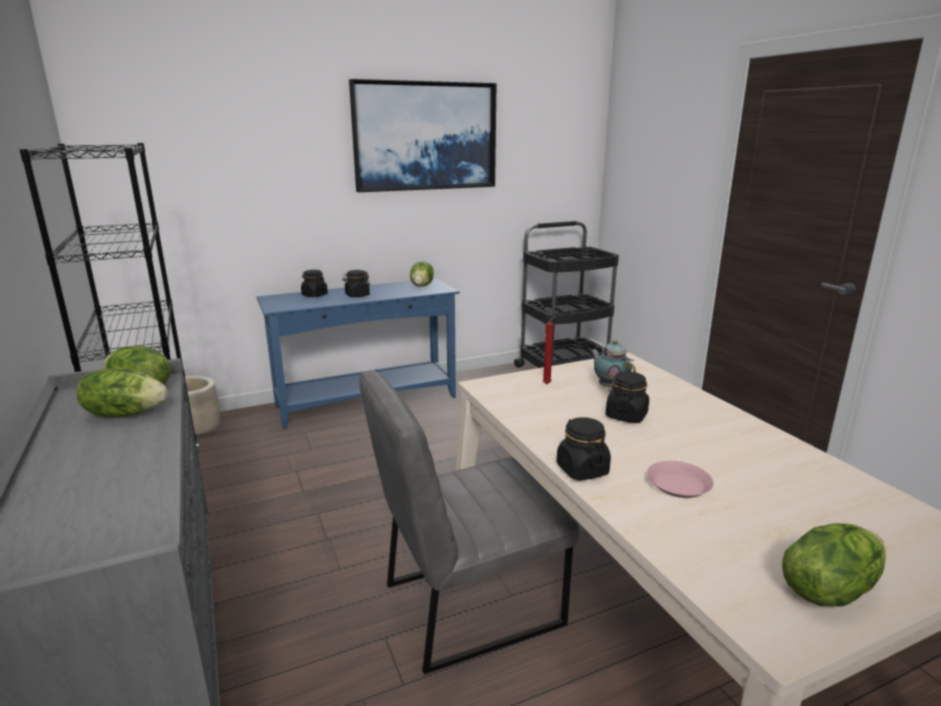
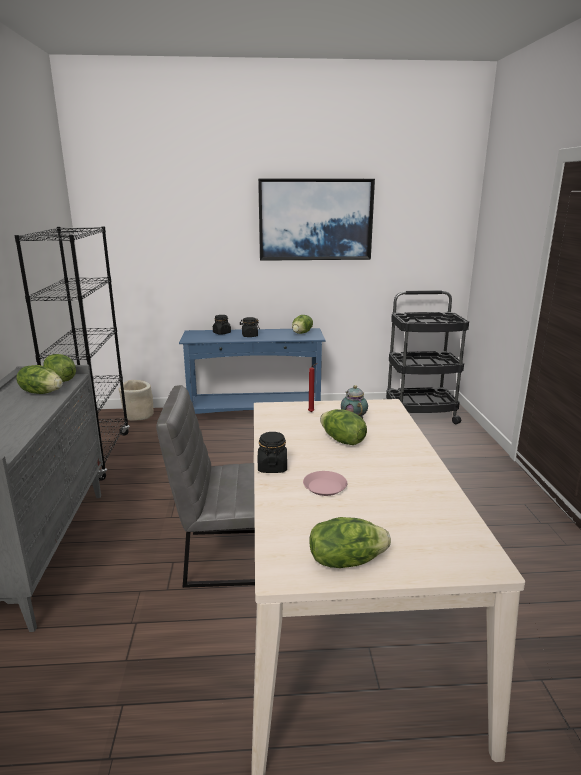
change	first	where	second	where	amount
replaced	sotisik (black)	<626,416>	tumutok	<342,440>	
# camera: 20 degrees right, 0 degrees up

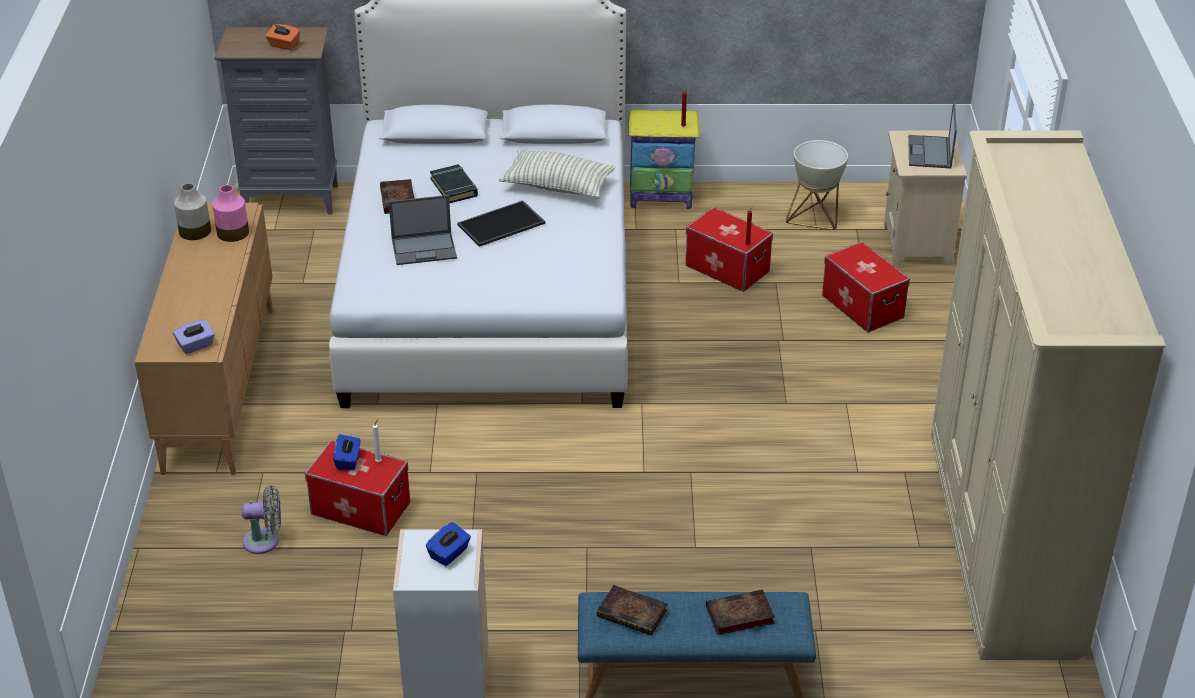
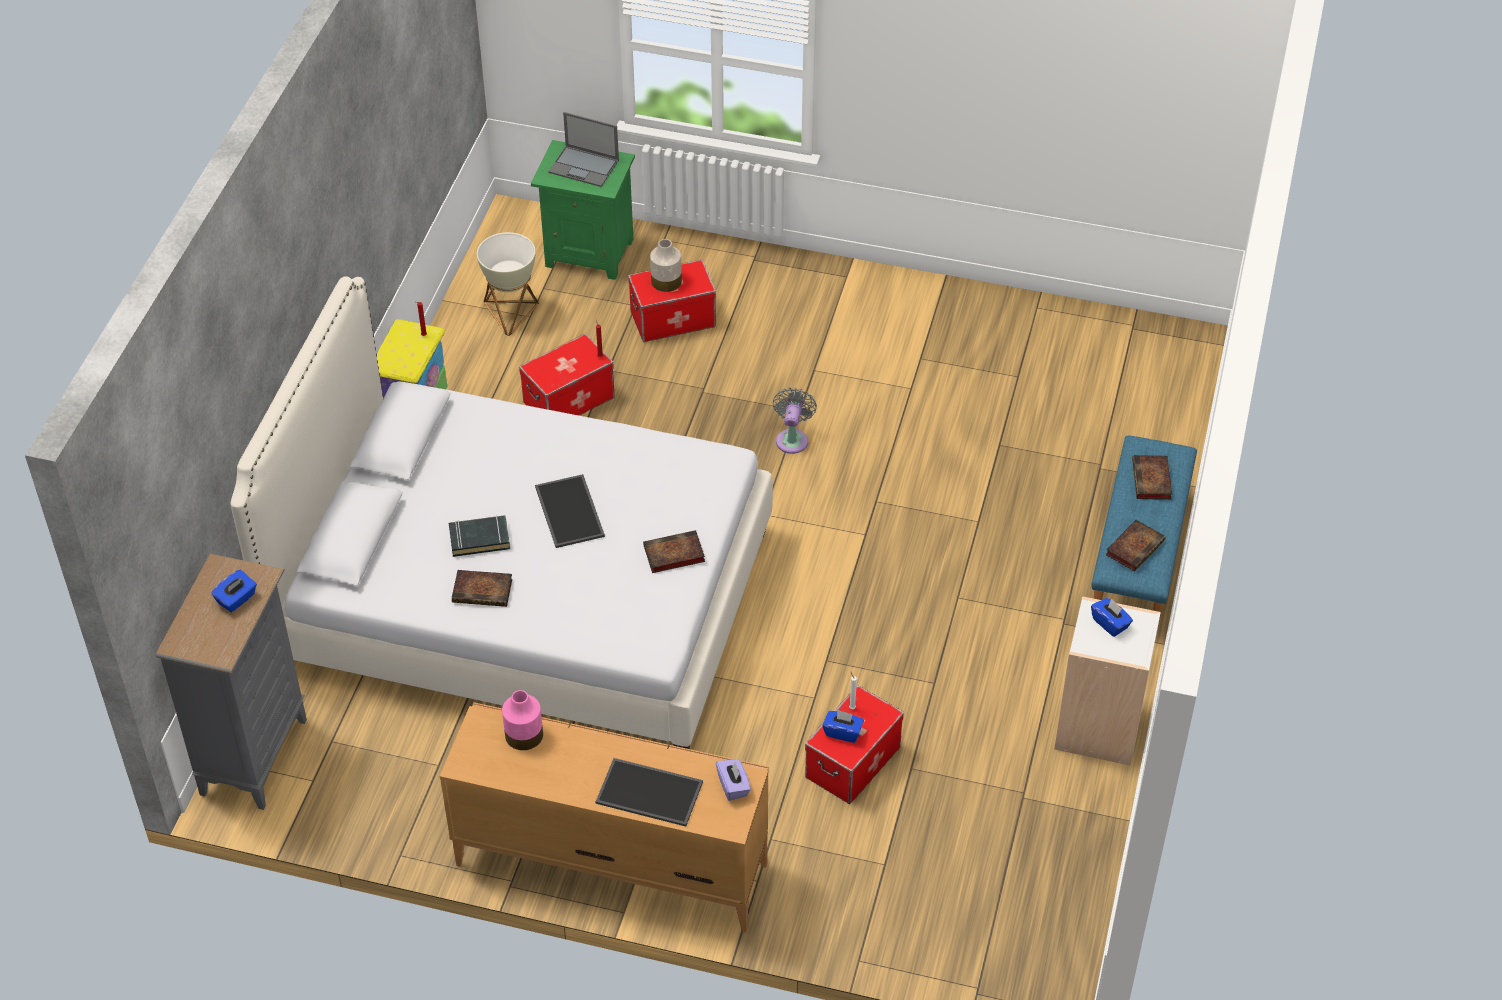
change	first	where	second	where	amount
recoloured	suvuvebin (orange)	<284,45>	suvuvebin (blue)	<237,599>	
recoloured	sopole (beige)	<915,245>	sopole (green)	<590,254>	
added			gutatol	<651,791>	
added			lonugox	<672,555>	
moved	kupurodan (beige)	<195,230>		<666,281>	
moved	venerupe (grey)	<265,541>		<792,438>	
removed	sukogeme	<425,248>			
removed	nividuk	<558,186>			
removed	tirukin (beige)	<1002,541>			
# camera: 75 degrees left, 10 degrees up

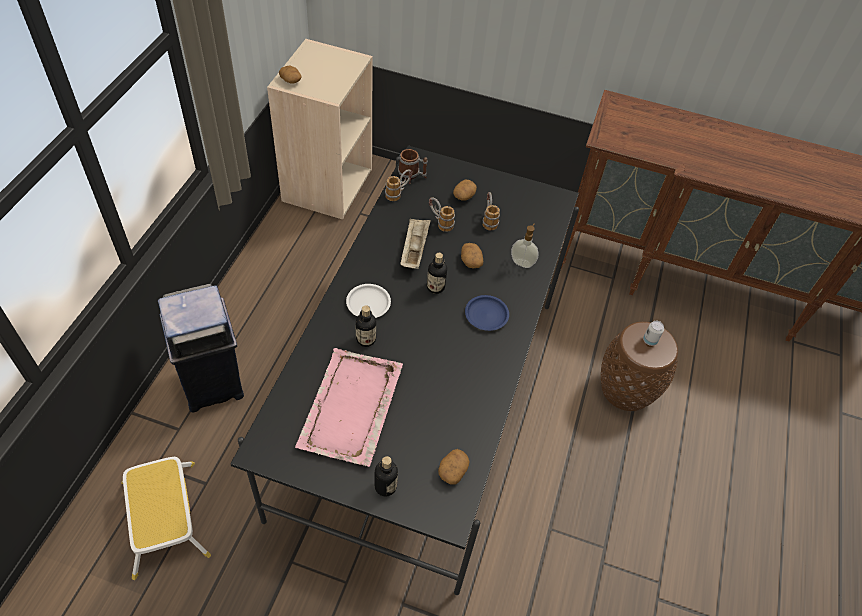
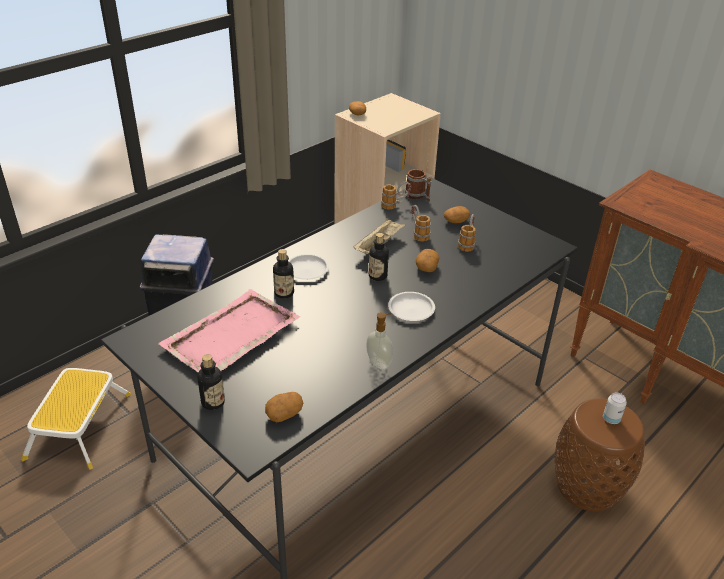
change	first	where	second	where	amount
moved	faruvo	<522,262>		<379,363>	
recoloured	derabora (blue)	<486,315>	derabora (white)	<411,309>	
# camera: 30 degrees right, 15 degrees down

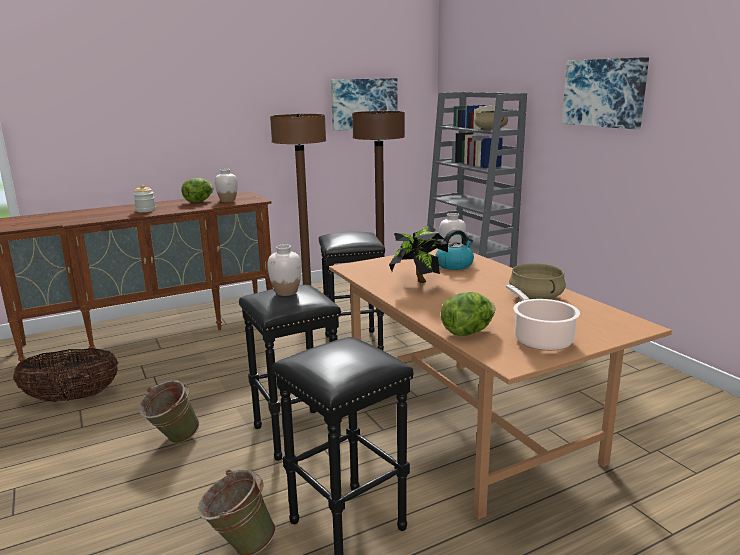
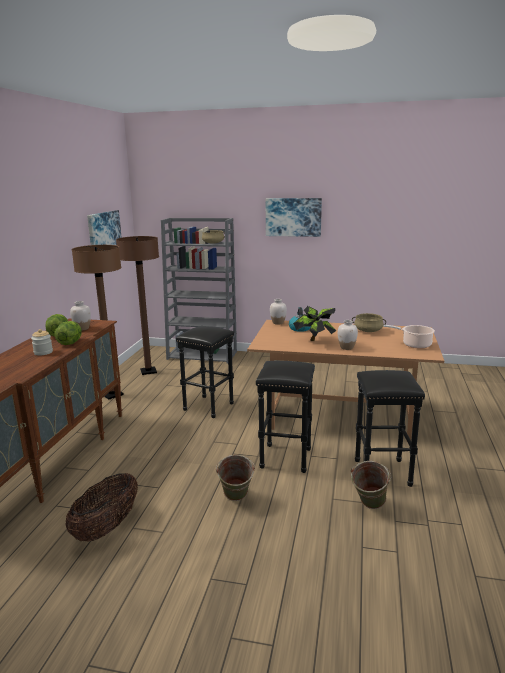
change	first	where	second	where	amount
moved	tumutok	<467,332>		<70,343>	
moved	kupurodan (white)	<286,292>		<347,348>	
# camera: 50 degrees left, 0 degrees up

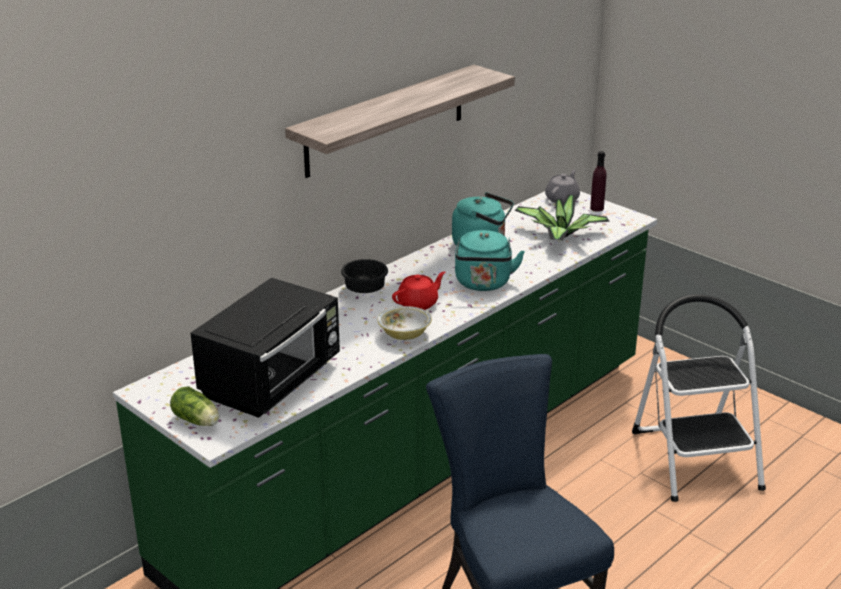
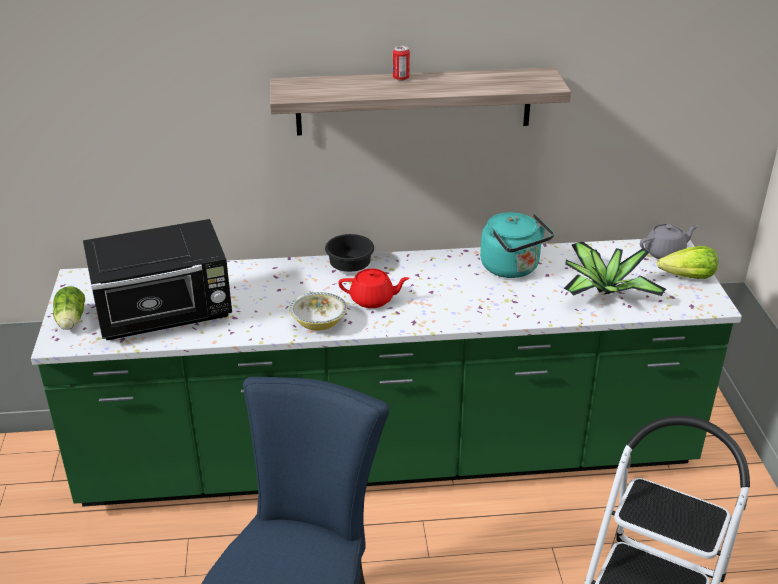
change	first	where	second	where	amount
added			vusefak	<401,78>	
replaced	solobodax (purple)	<597,208>	tumutok	<688,277>	
removed	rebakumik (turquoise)	<483,284>			
# camera: 40 degrees right, 5 degrees up

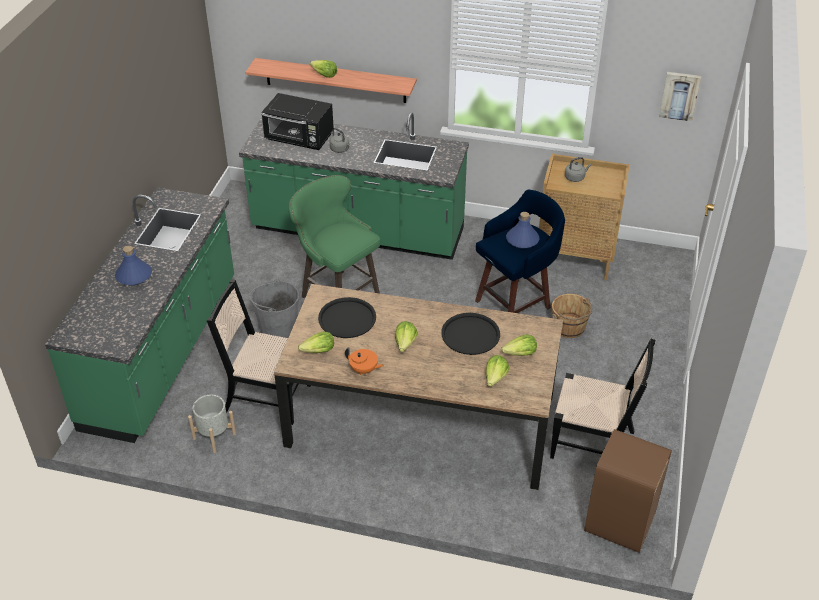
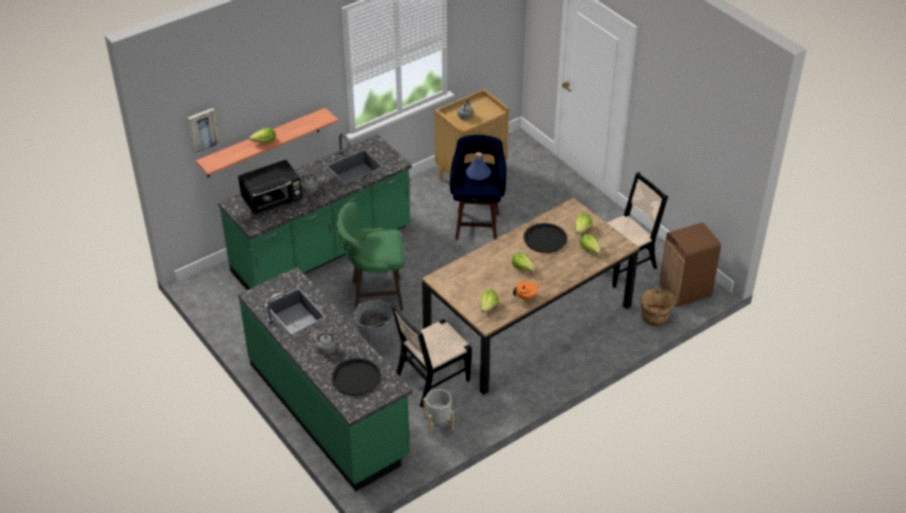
change	first	where	second	where	amount
moved	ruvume	<679,95>		<202,129>	
replaced	solobodax (blue)	<134,276>	rebakumik (grey)	<328,349>	
moved	gutatol (black)	<347,318>		<356,377>	
moved	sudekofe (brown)	<569,327>		<655,317>	
# camera: 50 degrees left, 0 degrees up

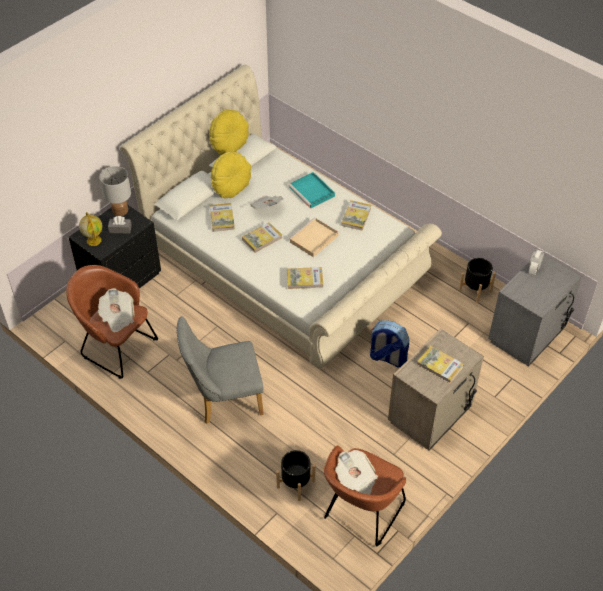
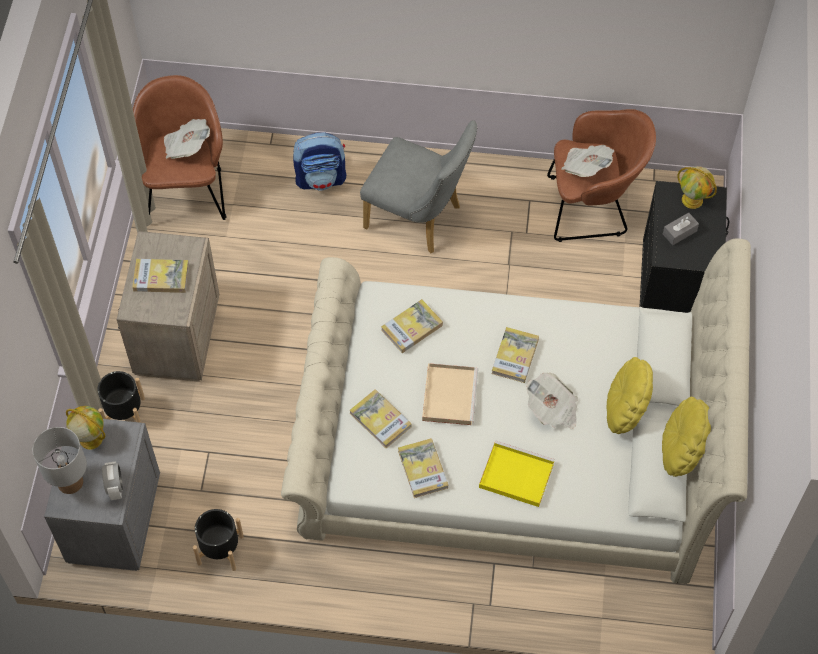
change	first	where	second	where	amount
moved	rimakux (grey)	<120,210>		<70,482>	
added			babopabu	<90,438>	
moved	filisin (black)	<296,484>		<124,413>	
moved	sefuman	<387,357>		<321,179>	
moved	lonugox	<222,218>		<380,420>	
turned	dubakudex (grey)	<224,399>		<419,219>	75 degrees clockwise
recoloured	gutatol (turquoise)	<312,192>	gutatol (yellow)	<514,475>	
# camera: 145 degrees right, 10 degrees up

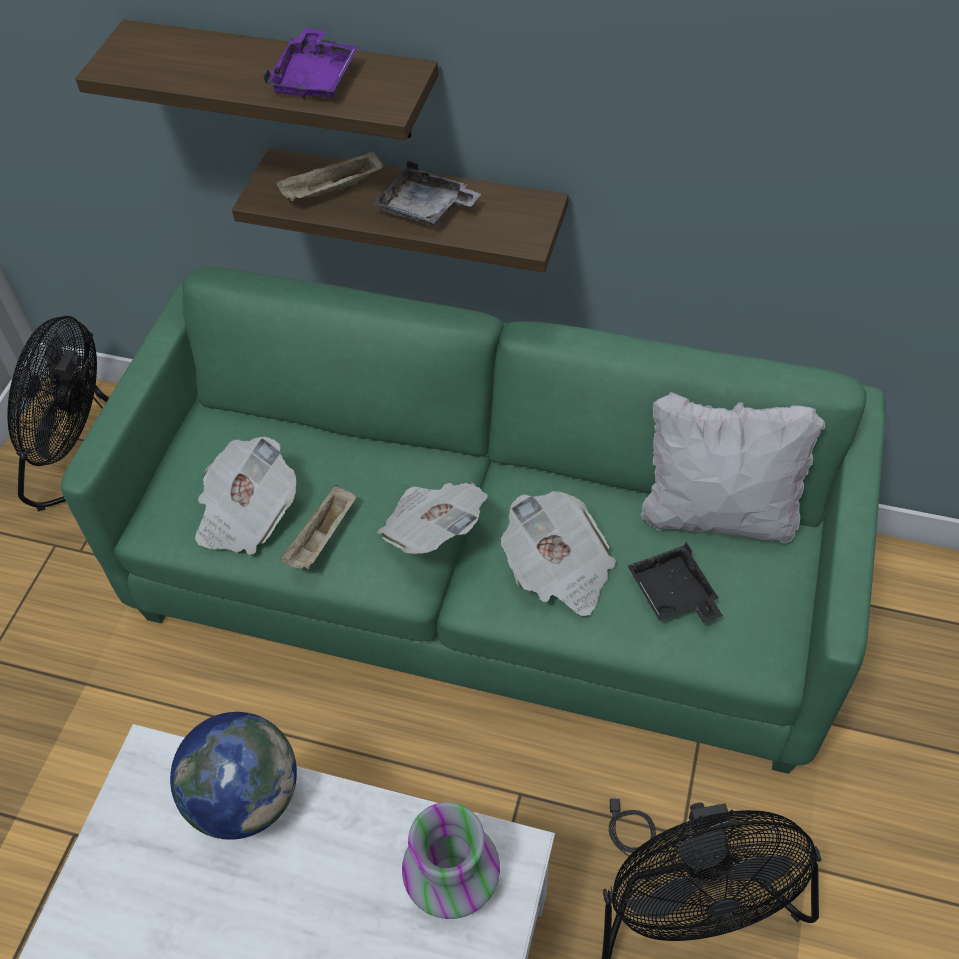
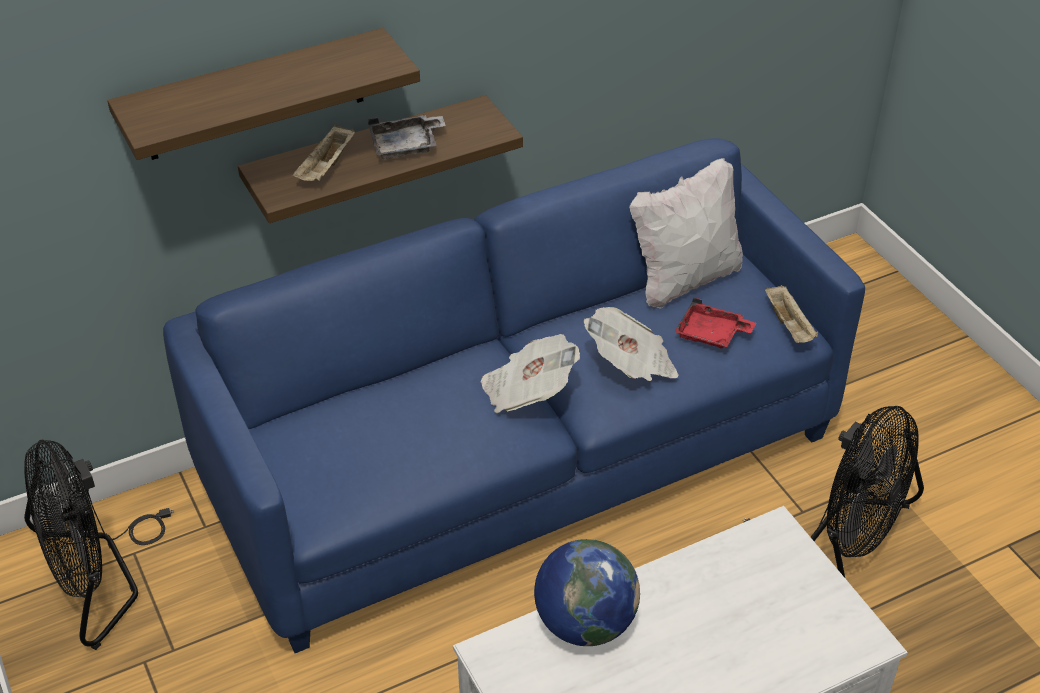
change	first	where	second	where	amount
recoloured	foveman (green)	<487,580>	foveman (blue)	<521,457>	
recoloured	gutatol (black)	<673,594>	gutatol (red)	<711,334>	
moved	gutatol (beige)	<322,539>		<789,325>	
removed	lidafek	<246,514>			
removed	gutatol (purple)	<315,78>			
removed	kupurodan	<452,881>			
# camera: 45 degrees left, 10 degrees down

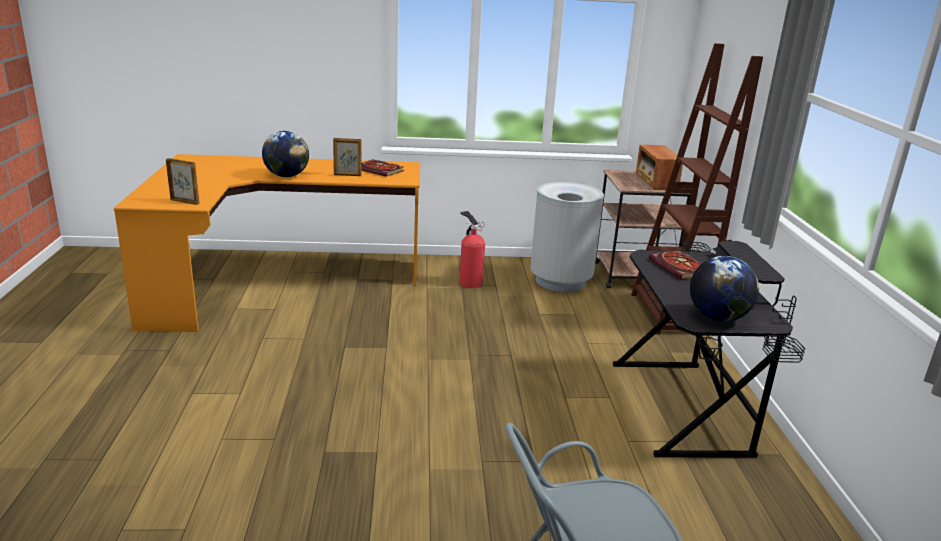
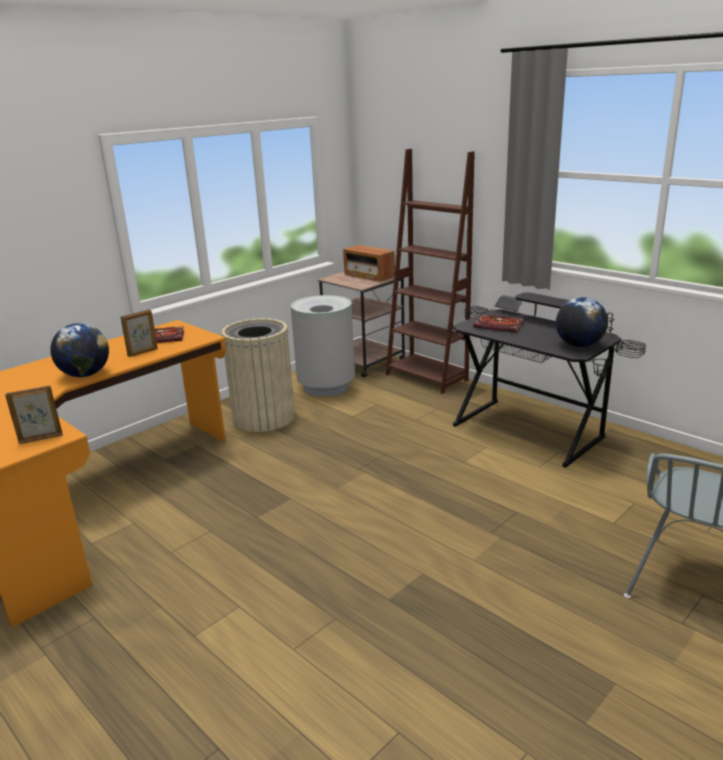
change	first	where	second	where	amount
replaced	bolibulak	<469,282>	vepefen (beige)	<263,417>	
# camera: 40 degrees left, 0 degrees up

